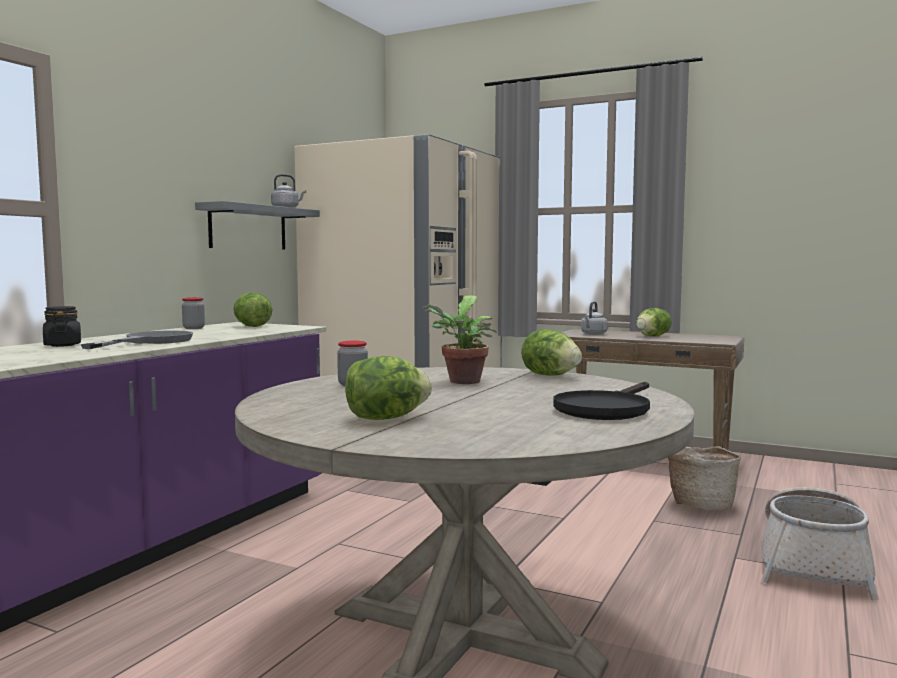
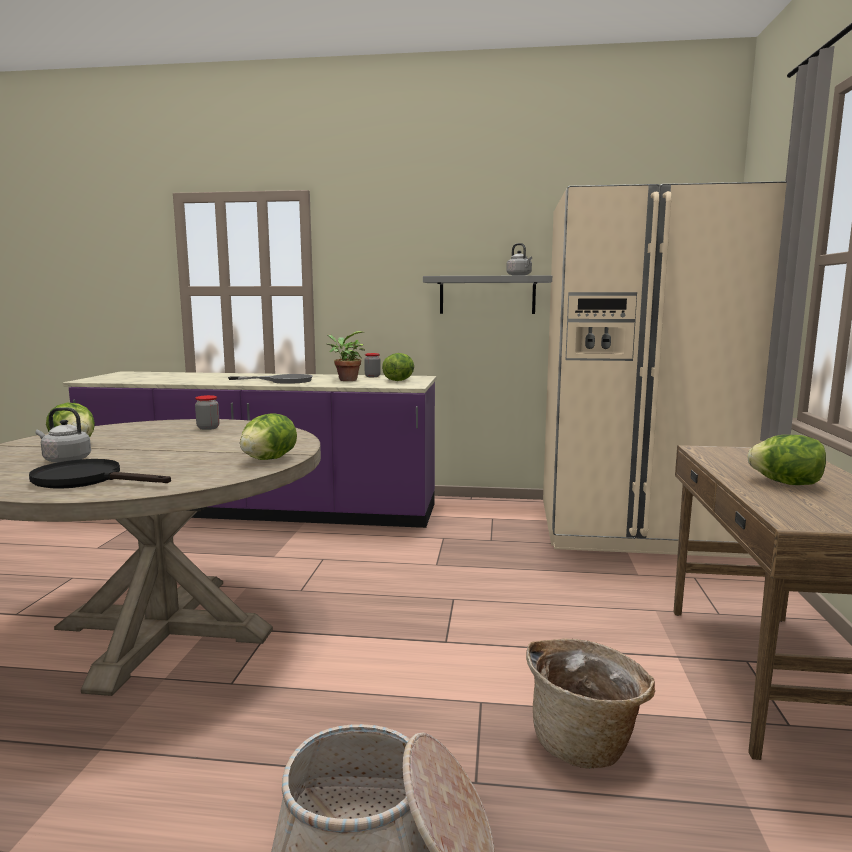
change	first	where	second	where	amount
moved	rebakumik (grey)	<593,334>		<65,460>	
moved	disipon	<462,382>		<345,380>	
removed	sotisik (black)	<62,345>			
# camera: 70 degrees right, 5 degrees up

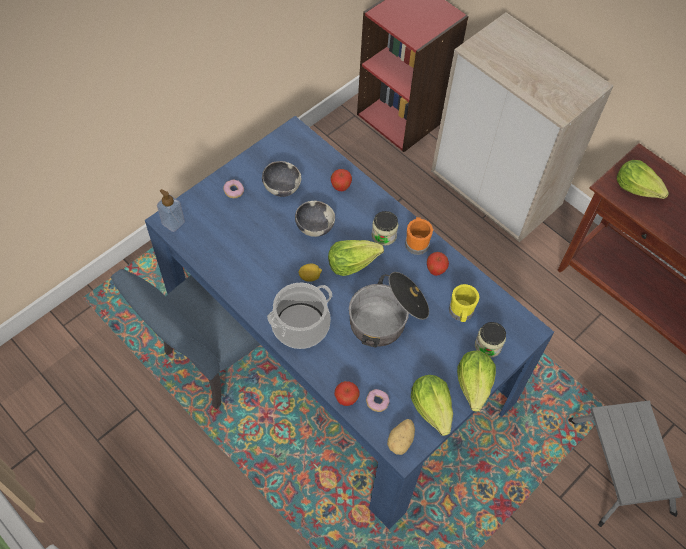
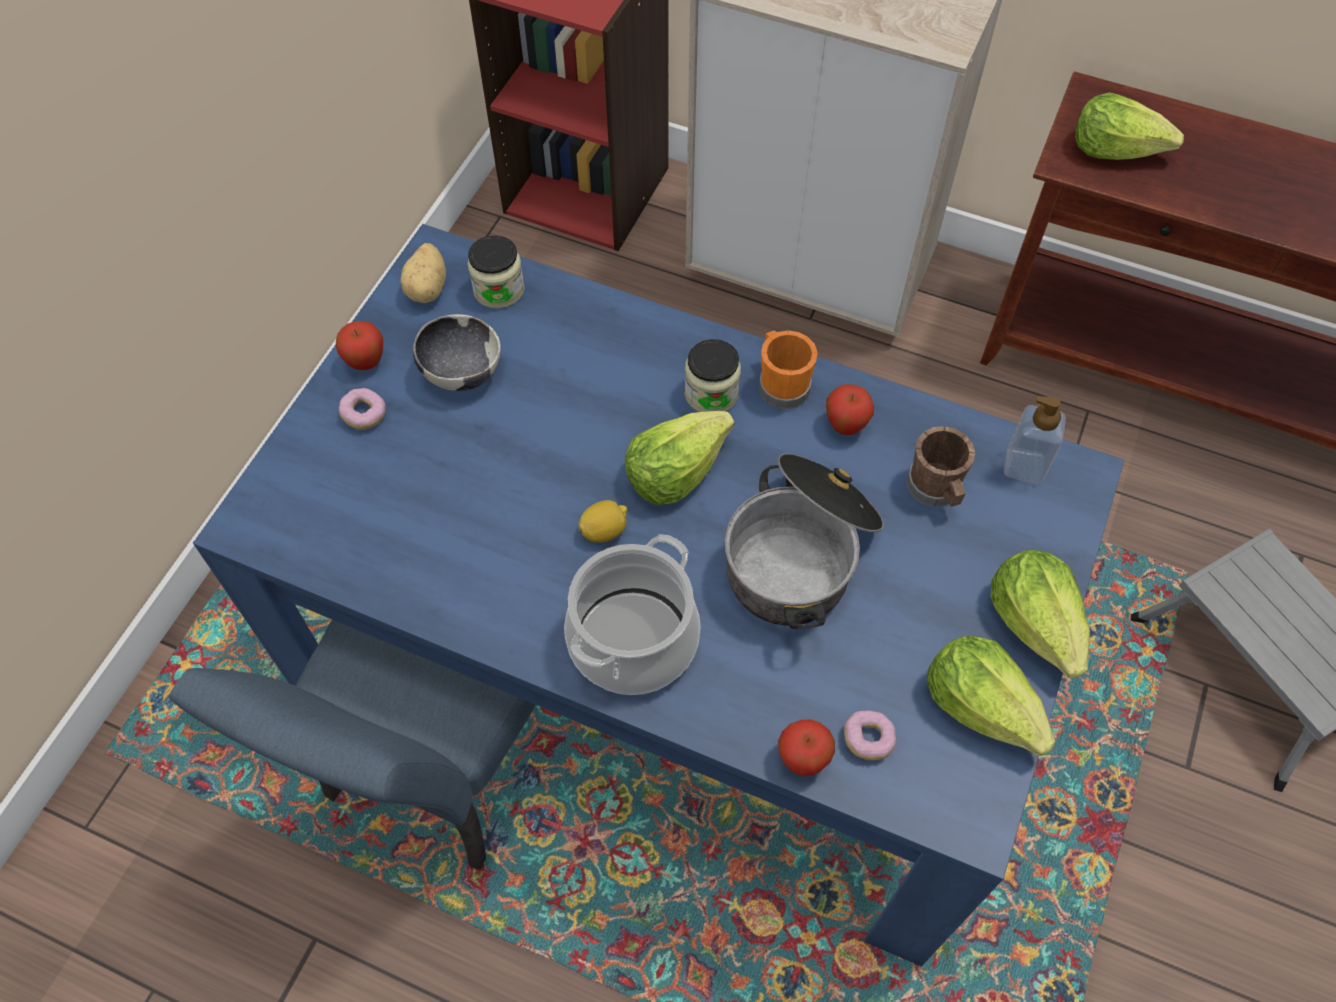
change	first	where	second	where	amount
moved	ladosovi	<340,187>		<366,362>	
moved	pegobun	<401,441>		<428,288>	
moved	sotisik	<488,345>		<499,289>	
recoloured	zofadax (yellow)	<461,313>	zofadax (brown)	<936,490>	
moved	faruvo	<173,223>		<1024,466>	
removed	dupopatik	<314,227>			
# camera: 20 degrees left, 0 degrees up

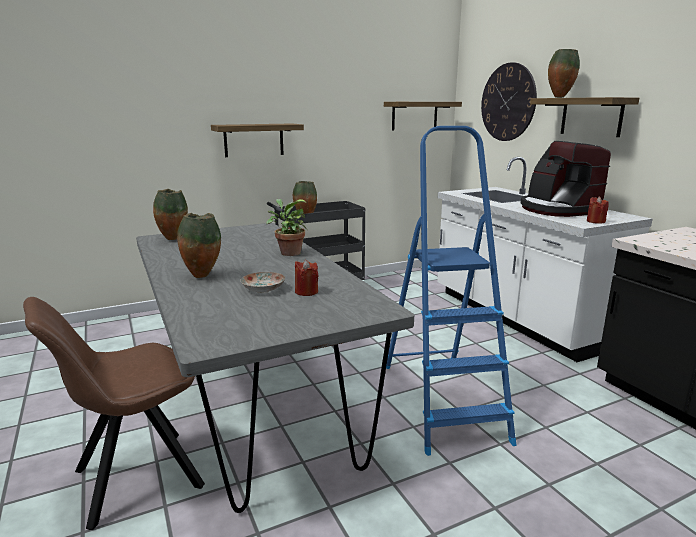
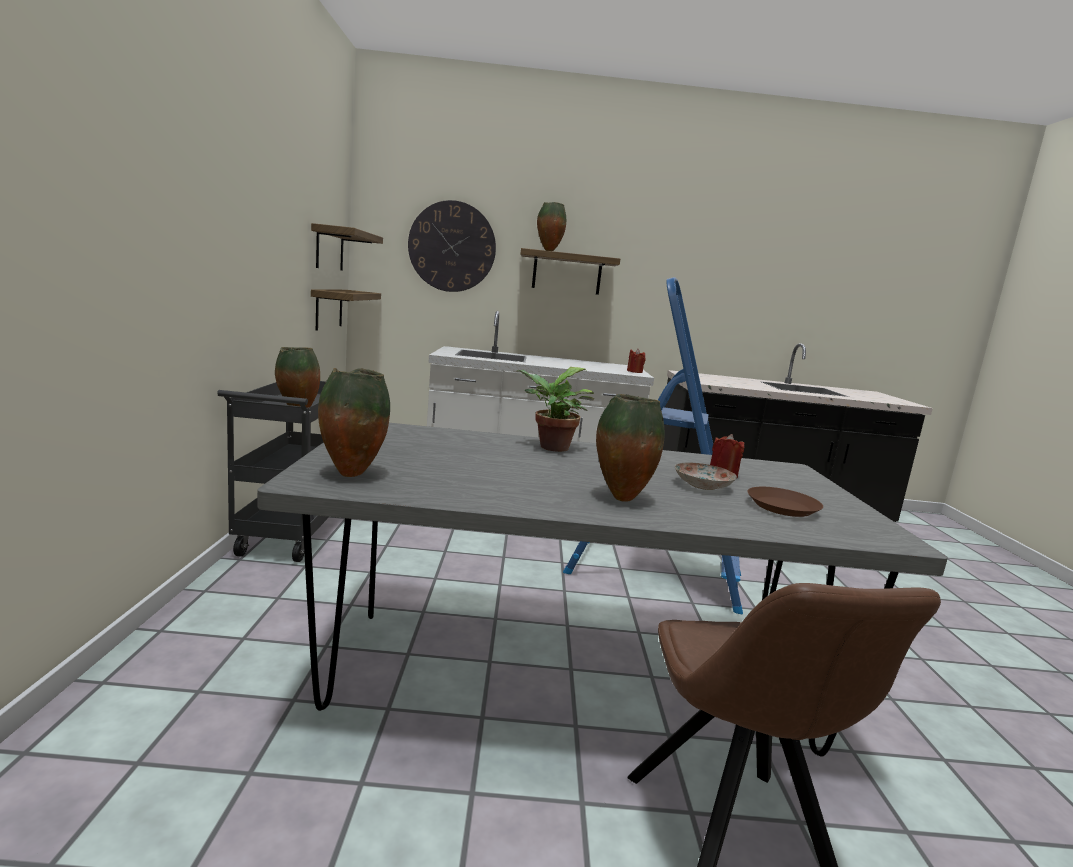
change	first	where	second	where	amount
moved	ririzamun	<254,140>		<329,308>	
added			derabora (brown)	<782,507>	
removed	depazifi	<558,209>			
# camera: 65 degrees left, 5 degrees down

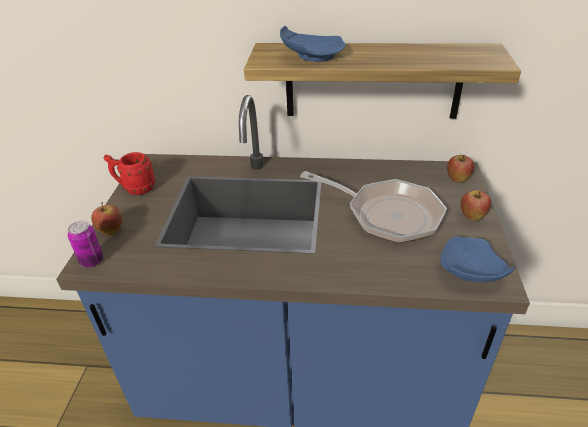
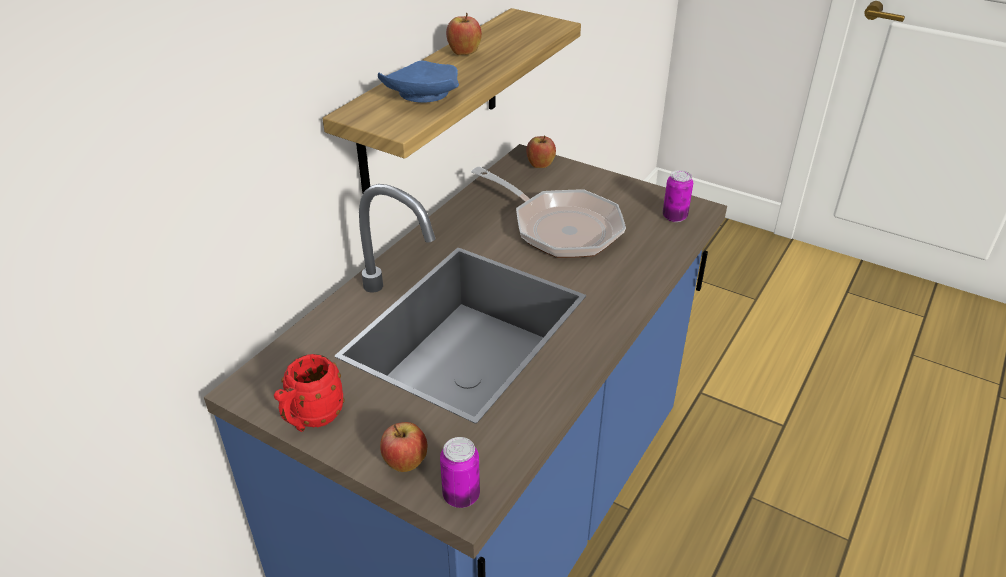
change	first	where	second	where	amount
moved	ladosovi	<472,217>		<464,54>	
turned	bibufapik	<386,214>		<559,227>	75 degrees clockwise
replaced	derabora (blue)	<469,271>	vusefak	<674,217>	
# camera: 65 degrees left, 0 degrees up

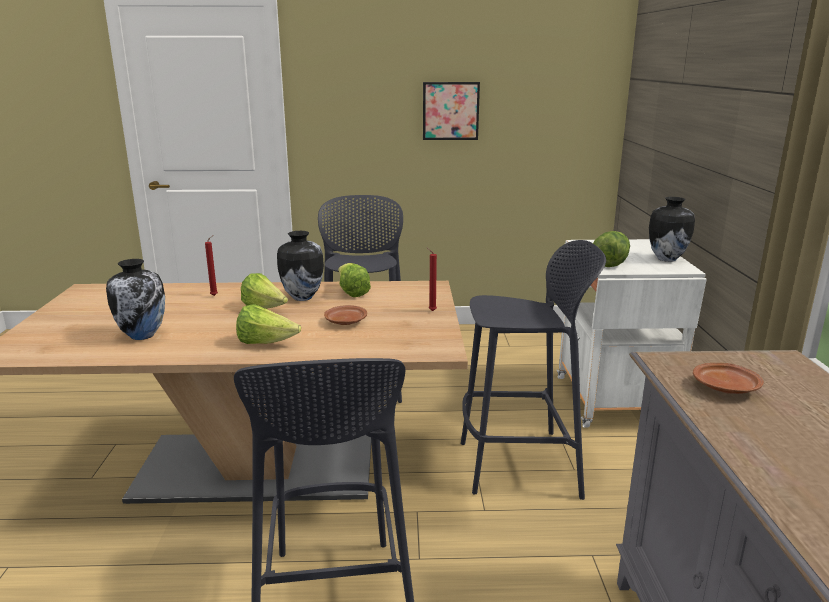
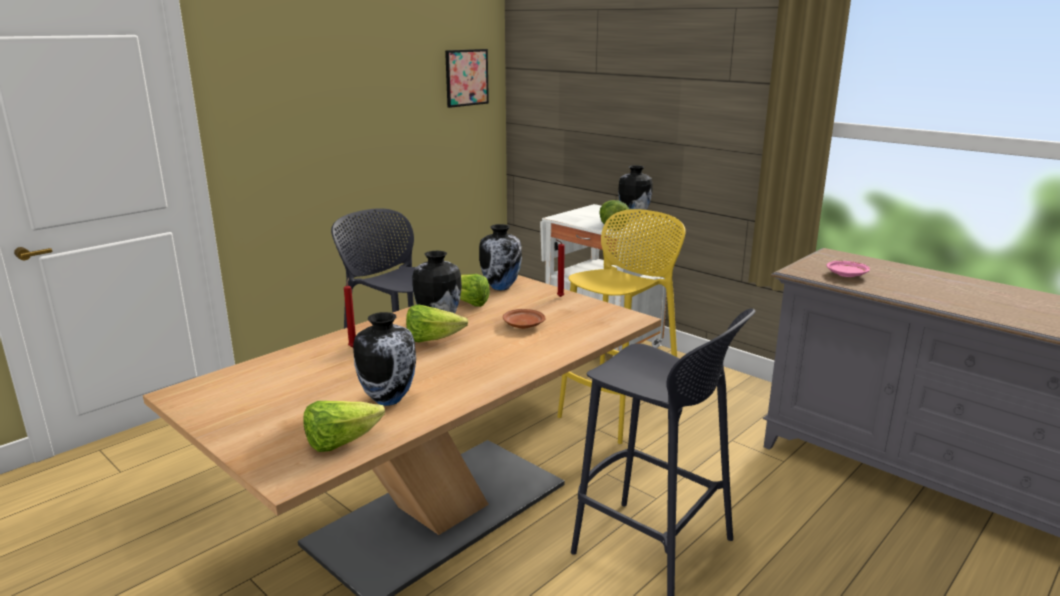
change	first	where	second	where	amount
moved	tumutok	<266,343>		<341,442>	
moved	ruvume	<450,111>		<466,77>	
added			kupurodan	<501,287>	
recoloured	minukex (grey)	<521,465>	minukex (yellow)	<617,412>	
recoloured	derabora (brown)	<726,388>	derabora (pink)	<846,275>	
# camera: 45 degrees left, 0 degrees up

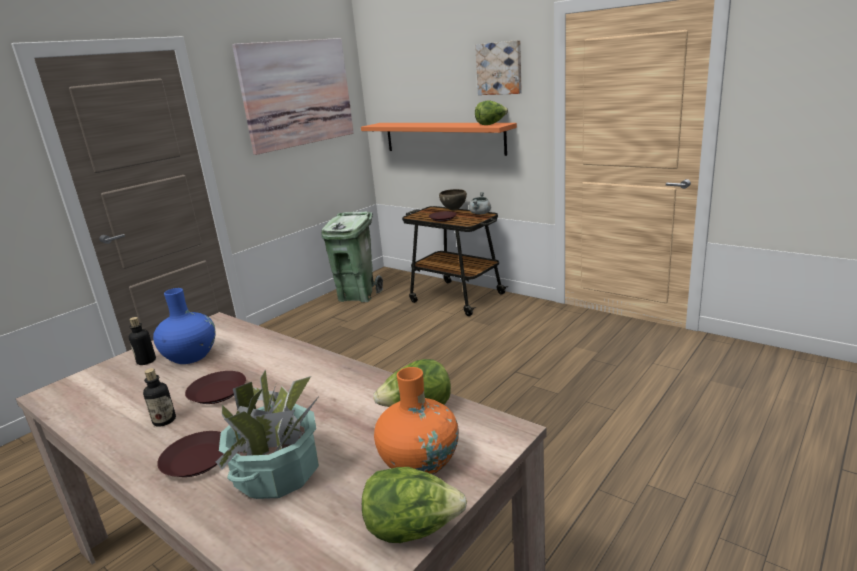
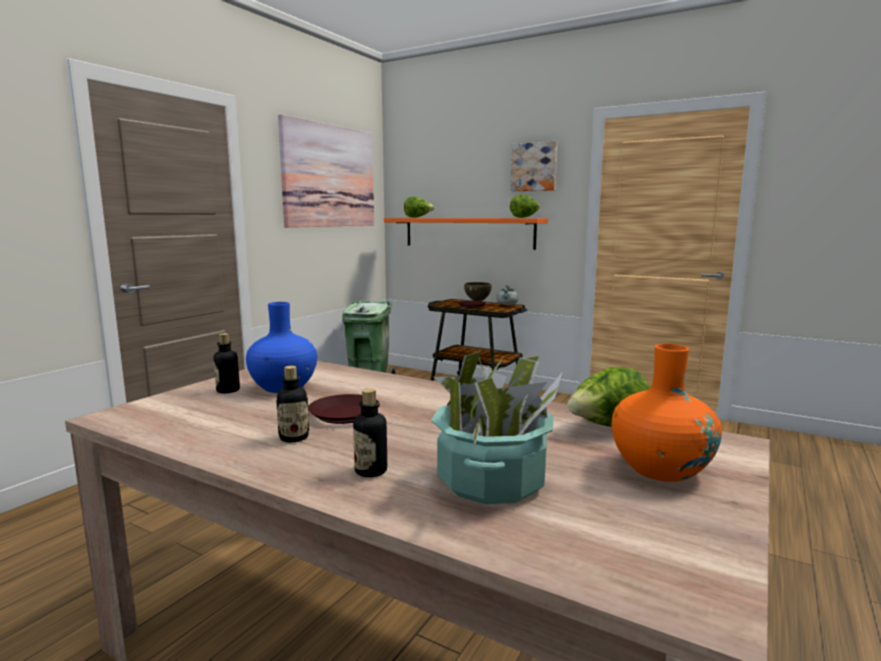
change	first	where	second	where	amount
replaced	derabora (brown)	<198,460>	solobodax	<371,471>	
moved	tumutok	<413,530>		<417,217>	
# camera: 10 degrees left, 10 degrees down

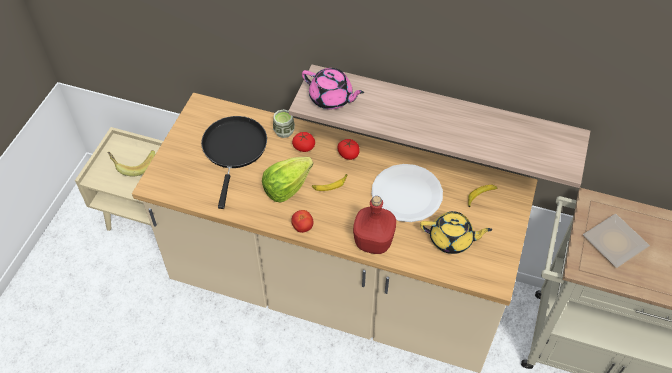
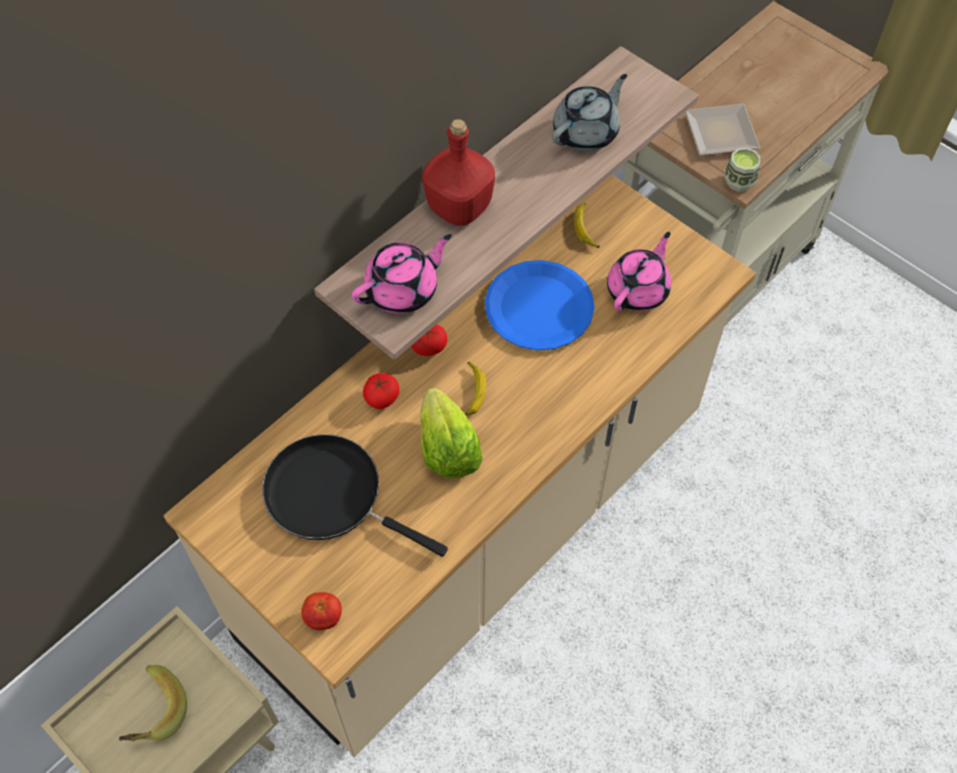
change	first	where	second	where	amount
moved	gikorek	<302,227>		<323,617>	
moved	solobodax (red)	<372,242>		<458,209>	
recoloured	derabora (white)	<406,194>	derabora (blue)	<538,307>	
added			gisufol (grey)	<586,132>	
recoloured	gisufol (yellow)	<451,239>	gisufol (pink)	<638,290>	
moved	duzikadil	<284,131>		<739,182>	
# camera: 65 degrees left, 5 degrees up

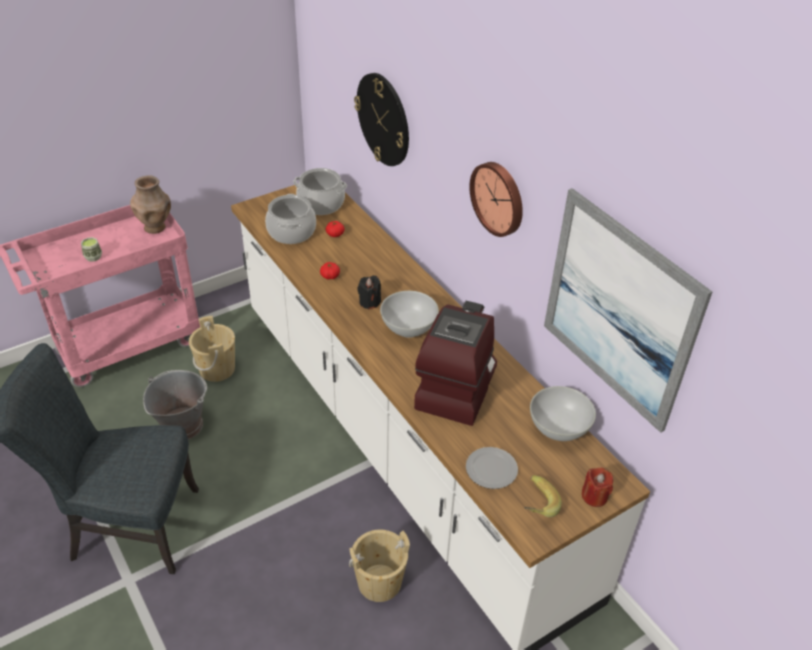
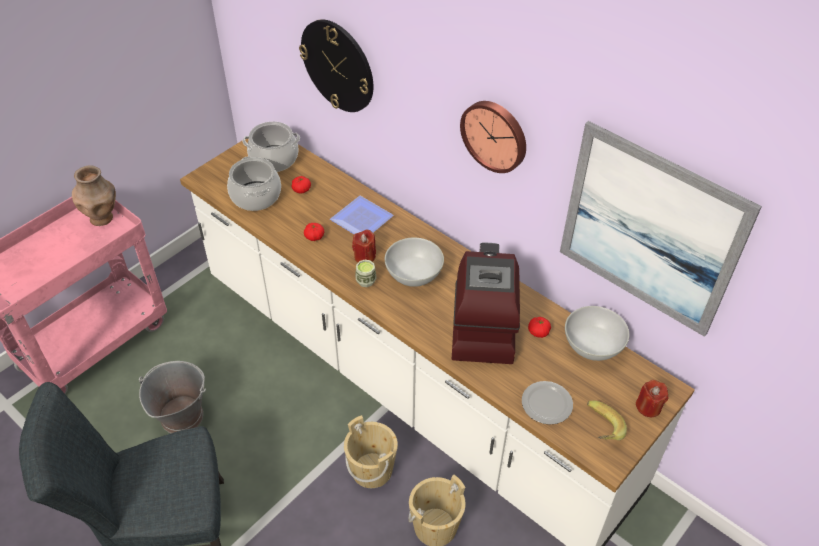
change	first	where	second	where	amount
added			derabora	<359,220>	
moved	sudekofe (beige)	<217,369>		<372,470>	
recoloured	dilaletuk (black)	<369,302>	dilaletuk (red)	<365,256>	
moved	duzikadil	<93,257>		<366,281>	
added			gikorek	<538,332>	
# camera: 15 degrees left, 5 degrees up

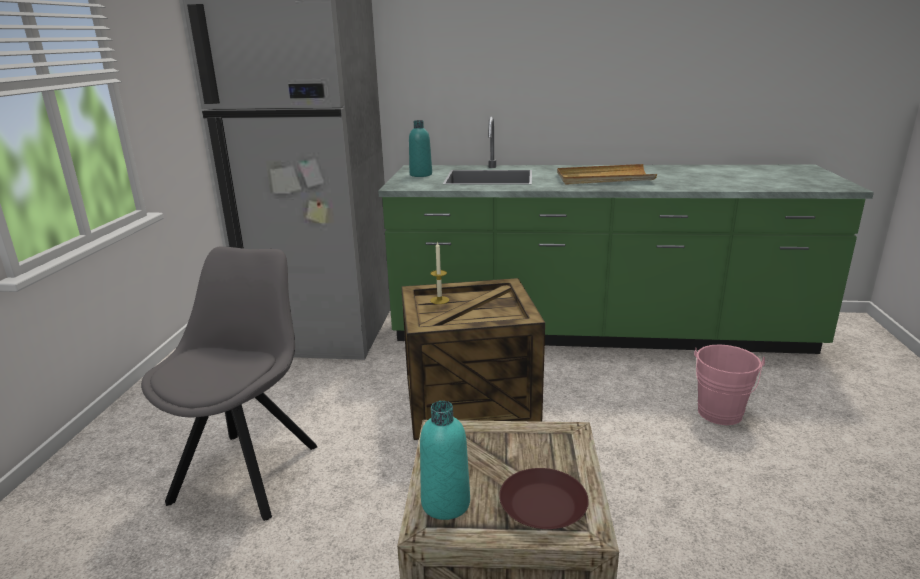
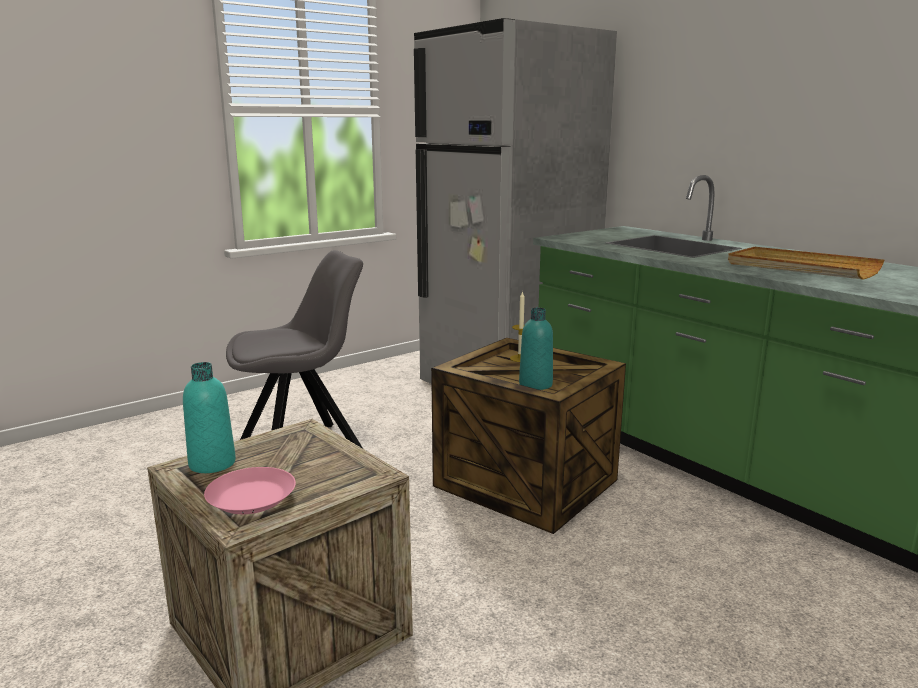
change	first	where	second	where	amount
recoloured	derabora (brown)	<544,505>	derabora (pink)	<252,498>	
moved	solobodax (turquoise)	<421,175>		<535,384>	
removed	sudekofe (pink)	<719,416>			
# camera: 45 degrees right, 5 degrees down

